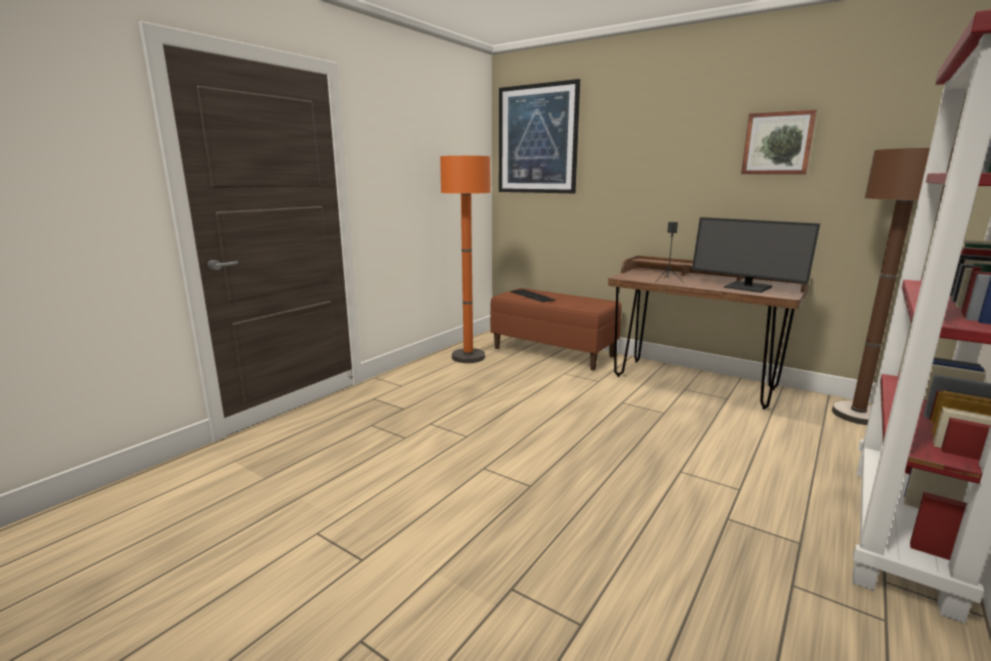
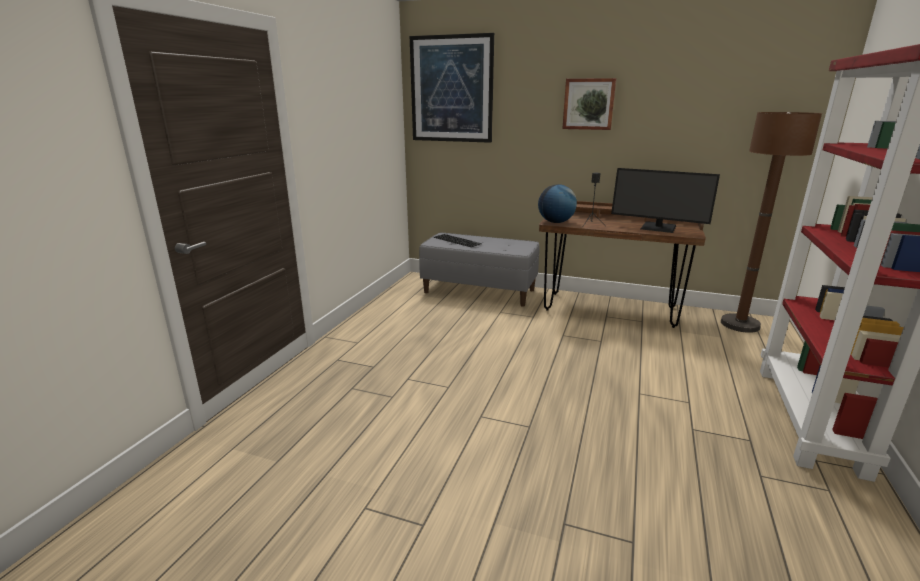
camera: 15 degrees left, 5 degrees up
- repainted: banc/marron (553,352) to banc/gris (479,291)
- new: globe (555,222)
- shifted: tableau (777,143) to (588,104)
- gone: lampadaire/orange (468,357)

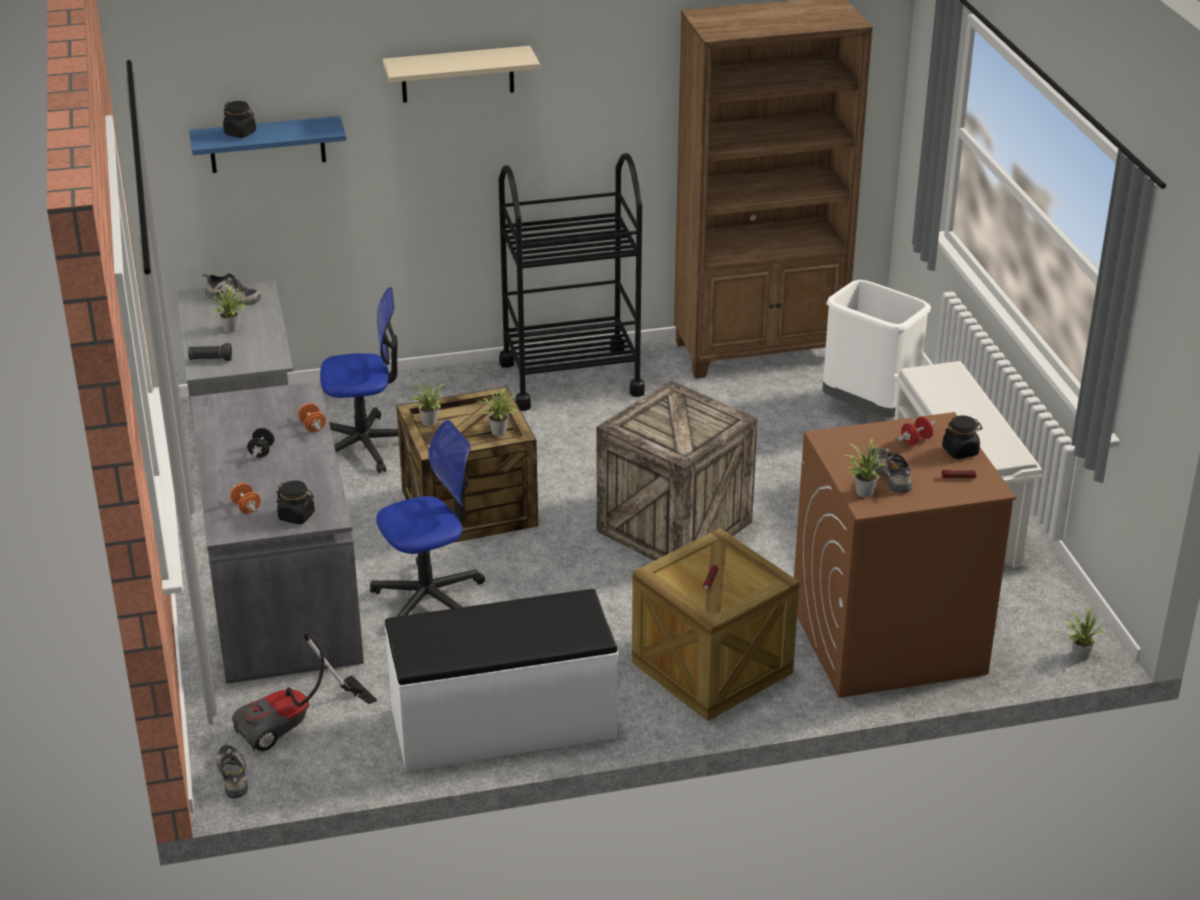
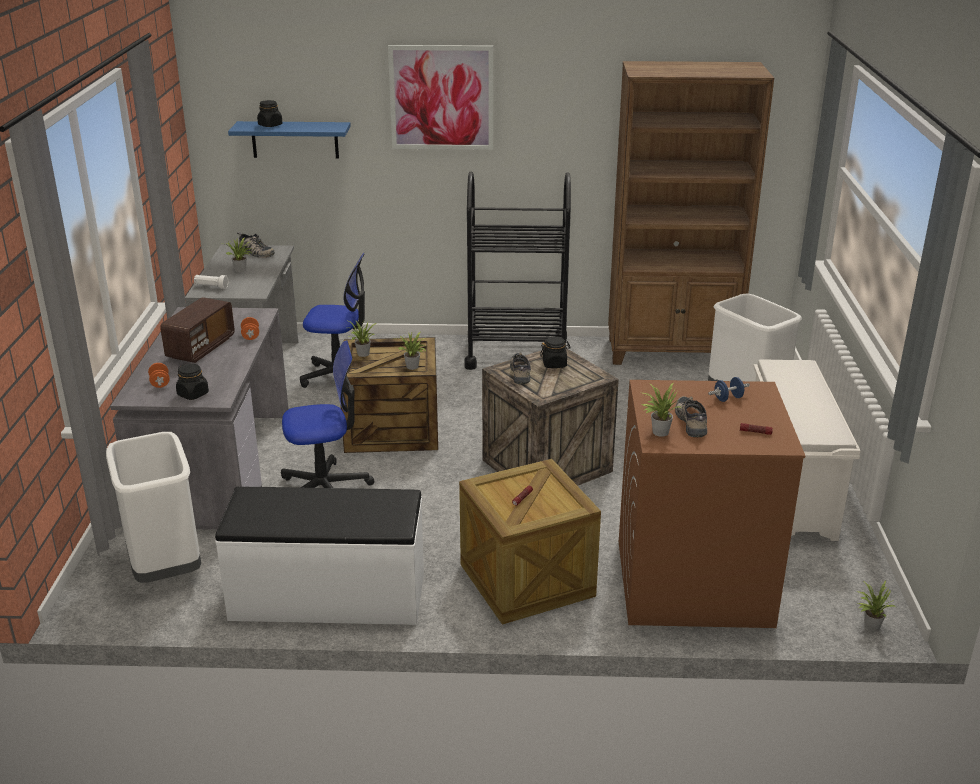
camera: 15 degrees right, 5 degrees down
- swapped: aspirateur (296,725) to poubelle/blanc (165,568)
- swapped: haltère/noir (262,452) to radio (200,348)
- repainted: lampe de poche/noir (210,360) to lampe de poche/blanc (211,287)
- swapped: étagère/beige (457,74) to tableau (441,97)
- shifted: chaussure (234,775) to (521,372)
- shifted: bocal/noir (960,451) to (554,364)
- repainted: haltère/rouge (916,440) to haltère/bleu (728,398)

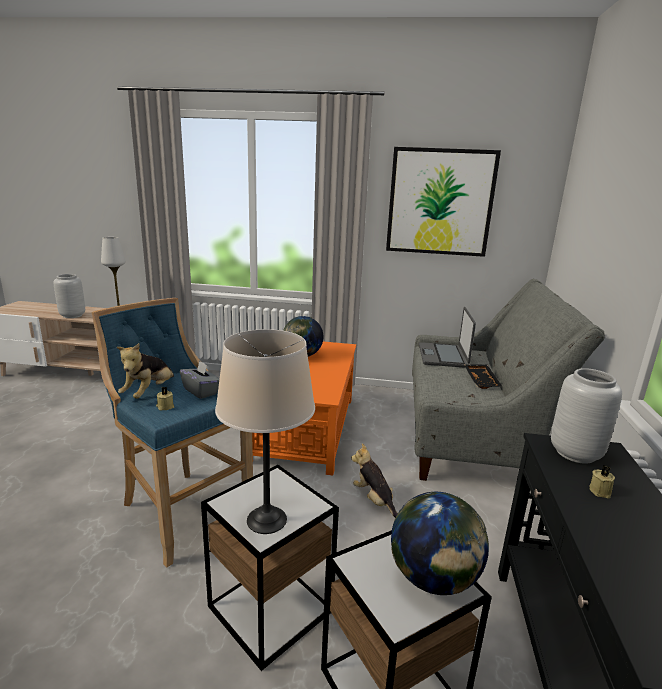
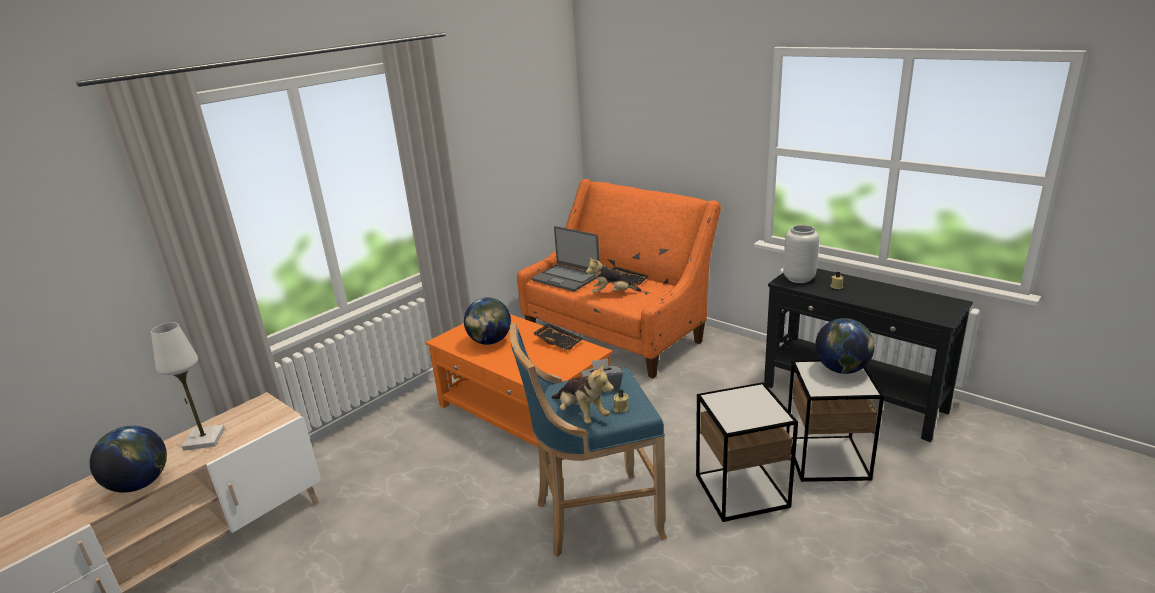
camera: 55 degrees left, 5 degrees up
- swapped: vase/gris (73,315) to globe (140,484)
- repainted: canapé/gris (472,436) to canapé/orange (618,333)
- new: plateau/noir (558,341)
- shifted: peluche (374,500) to (612,293)
- gone: lampe de table/beige (267,519)
- gone: tableau (440,202)

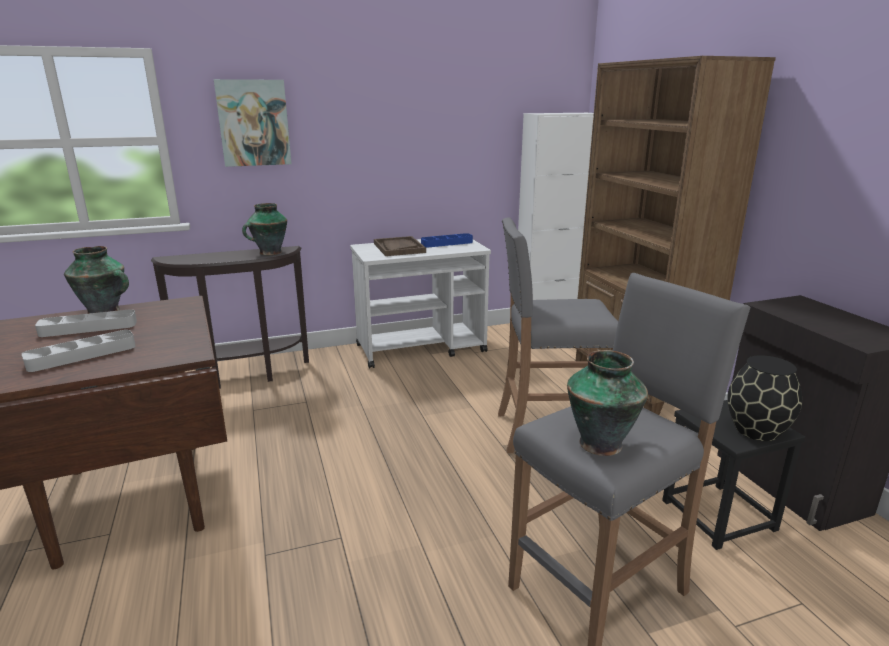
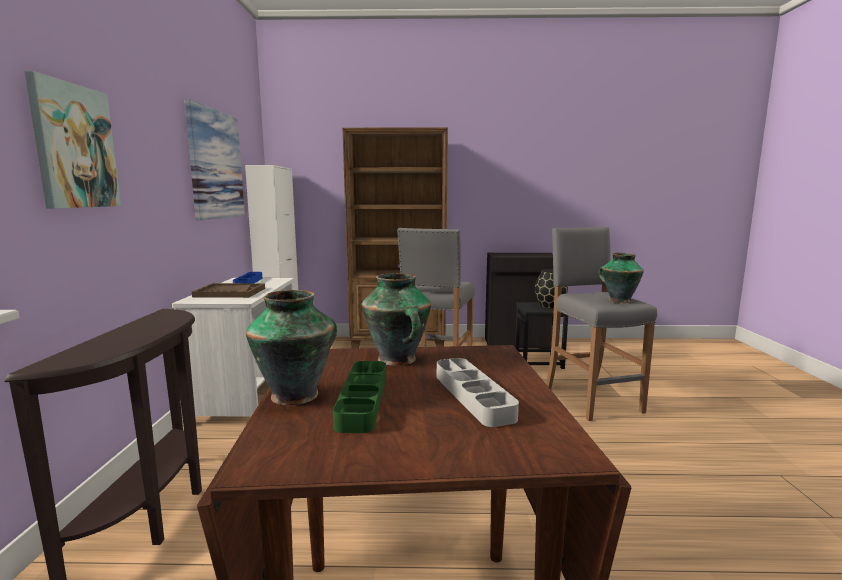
camera: 70 degrees left, 10 degrees down
- new: tableau (216,165)
- repainted: plateau/gris (88,328) to plateau/vert (363,400)
- shifted: vase (269,253) to (398,360)

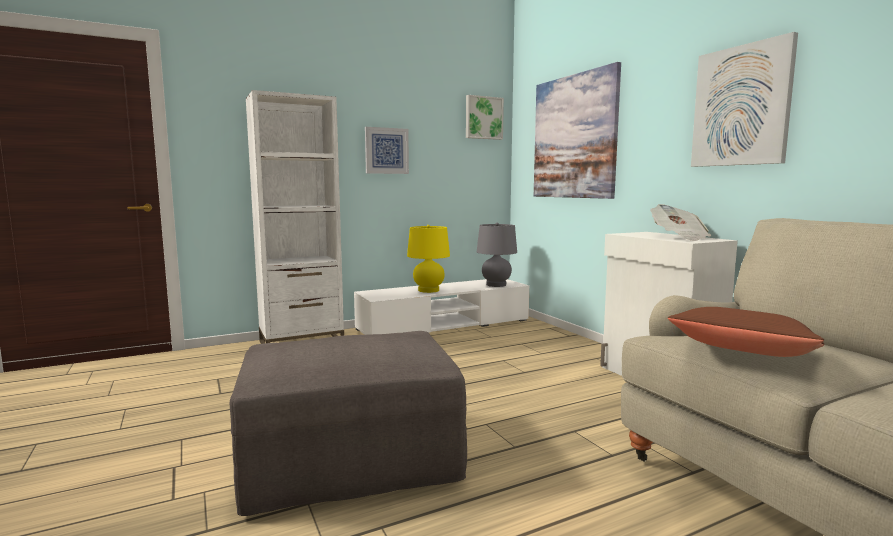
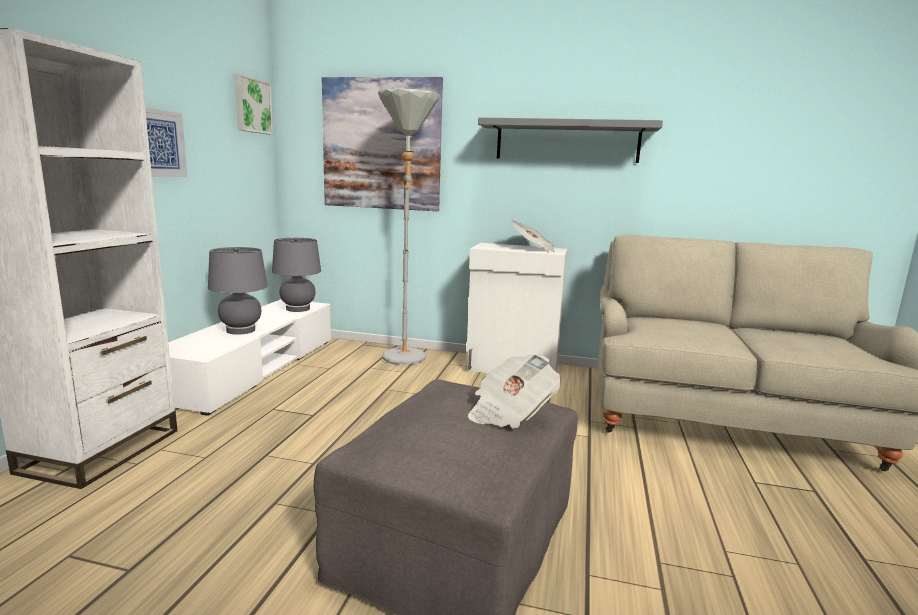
camera: 50 degrees left, 5 degrees up
- repainted: lampe de table/jaune (428,290) to lampe de table/gris (241,330)
- new: lampadaire/gris (405,361)
- new: journal (510,413)
- swapped: tableau (741,106) to étagère/gris (567,142)
- gone: coussin/marron (745,356)

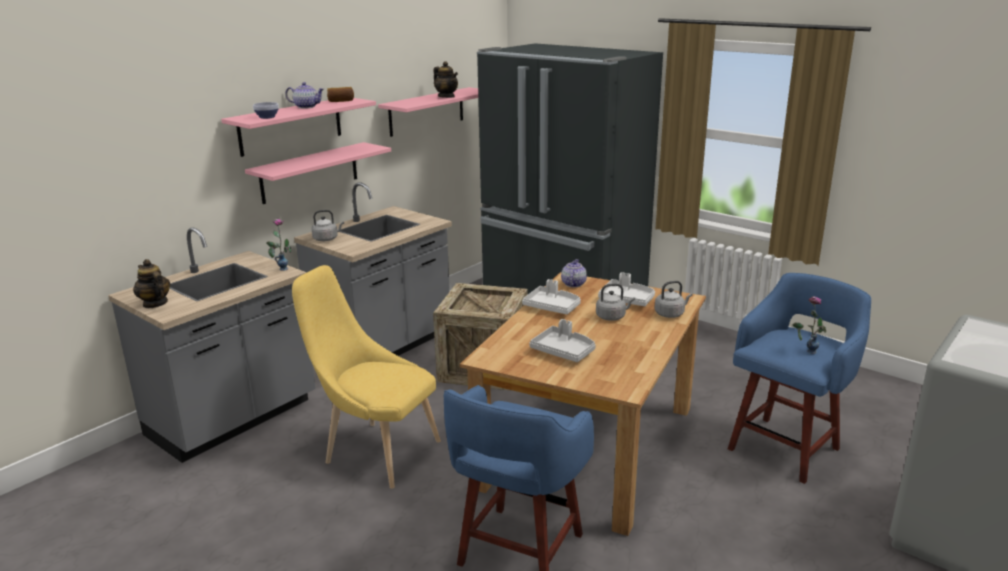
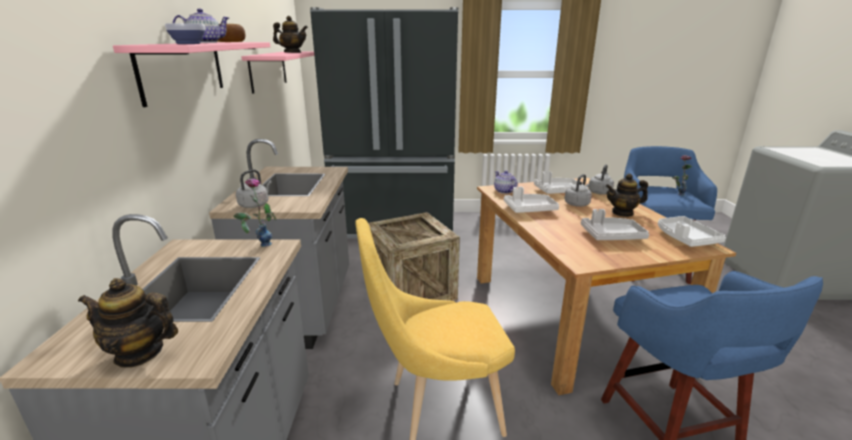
camera: 40 degrees left, 0 degrees up
- new: théière (622,213)
- new: plateau/blanc (685,238)
- gone: étagère/rose (309,173)

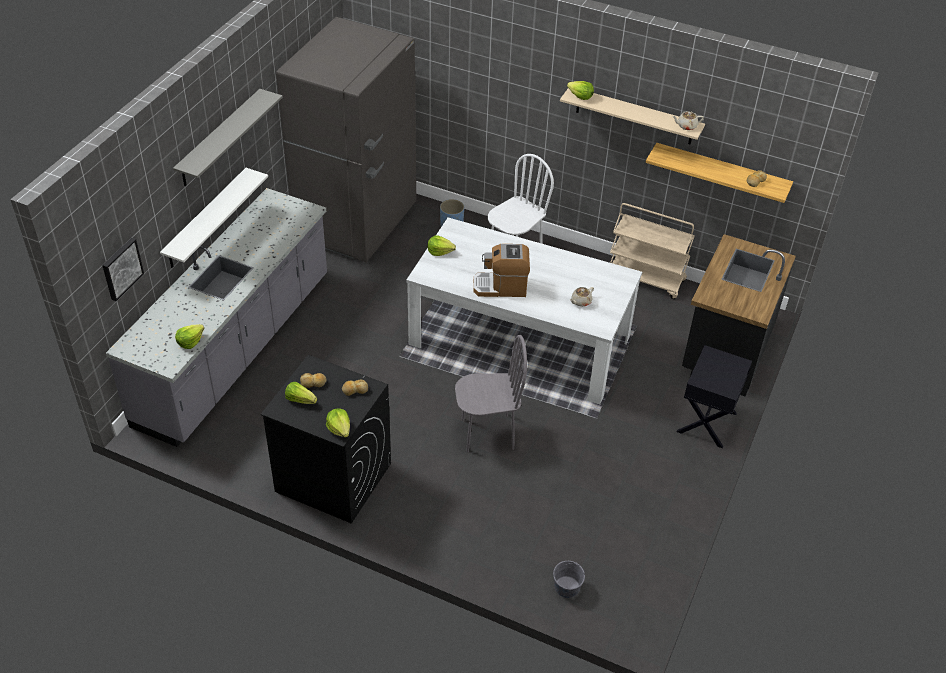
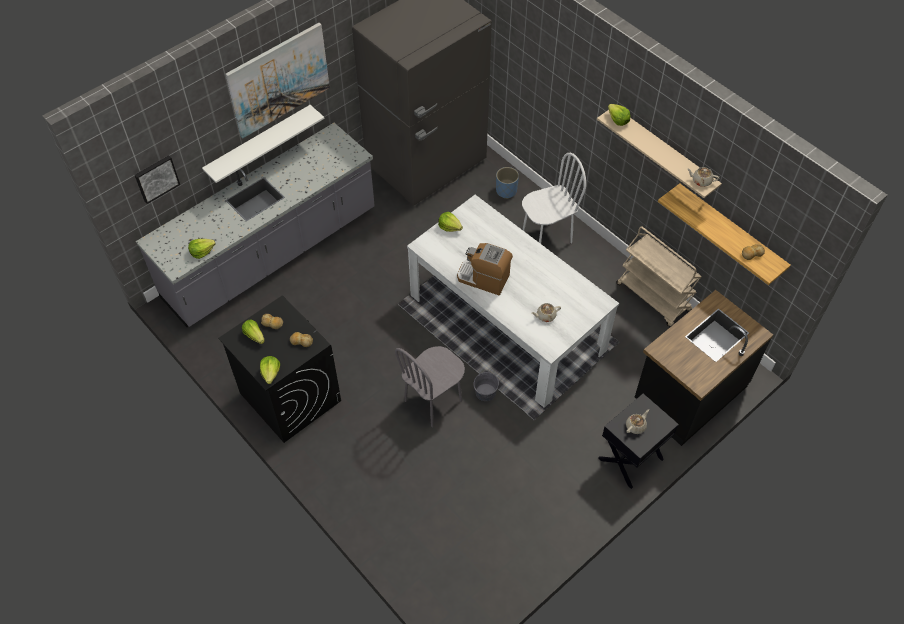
camera: 25 degrees right, 10 degrees up
- swapped: étagère/gris (220,138) to tableau (279,80)
- rotated: chaise/gris (487,433) = (433,401) 120 degrees clockwise
- shifted: seau/gris (566,587) to (485,392)
- new: théière/beige (636,426)

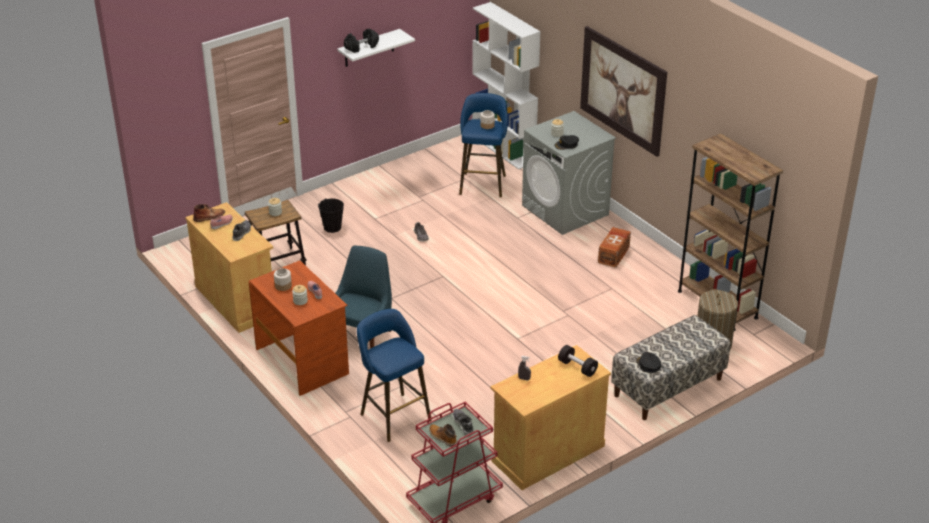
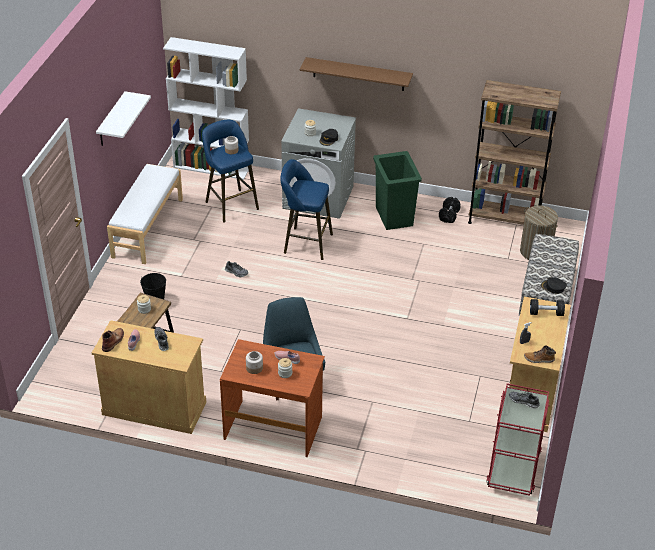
camera: 40 degrees left, 5 degrees up
- new: banc/blanc (147,228)
- shifted: tabouret/bleu (393,415) to (305,243)
- swapped: tableau (623,90) to étagère/marron (358,74)
- swapped: boîte de rangement/marron (614,254) to poubelle/vert (394,216)
- shifted: haltère/noir (361,47) to (449,215)
- shifted: botte (442,438) to (539,359)

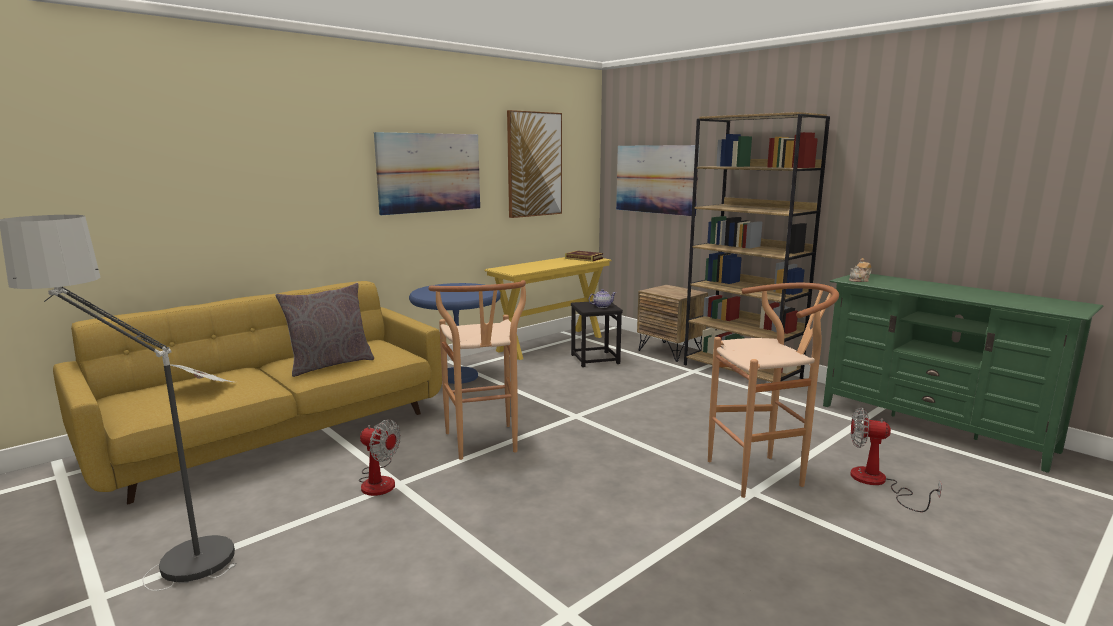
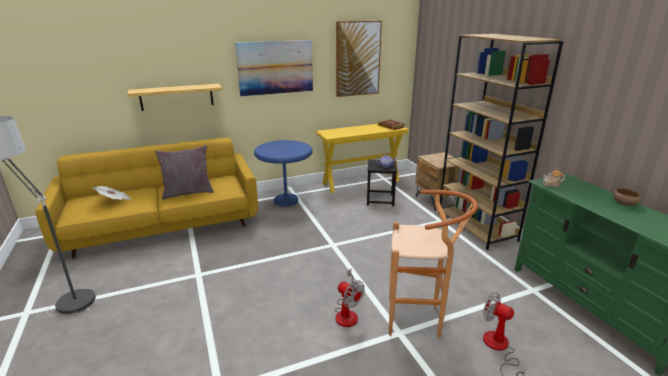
camera: 20 degrees right, 10 degrees up
- new: étagère (177,97)
- shifted: ventilateur (378,480) to (347,313)
- new: bol/marron (624,204)
- gone: tabouret/marron (484,445)
- gone: tableau (656,179)

